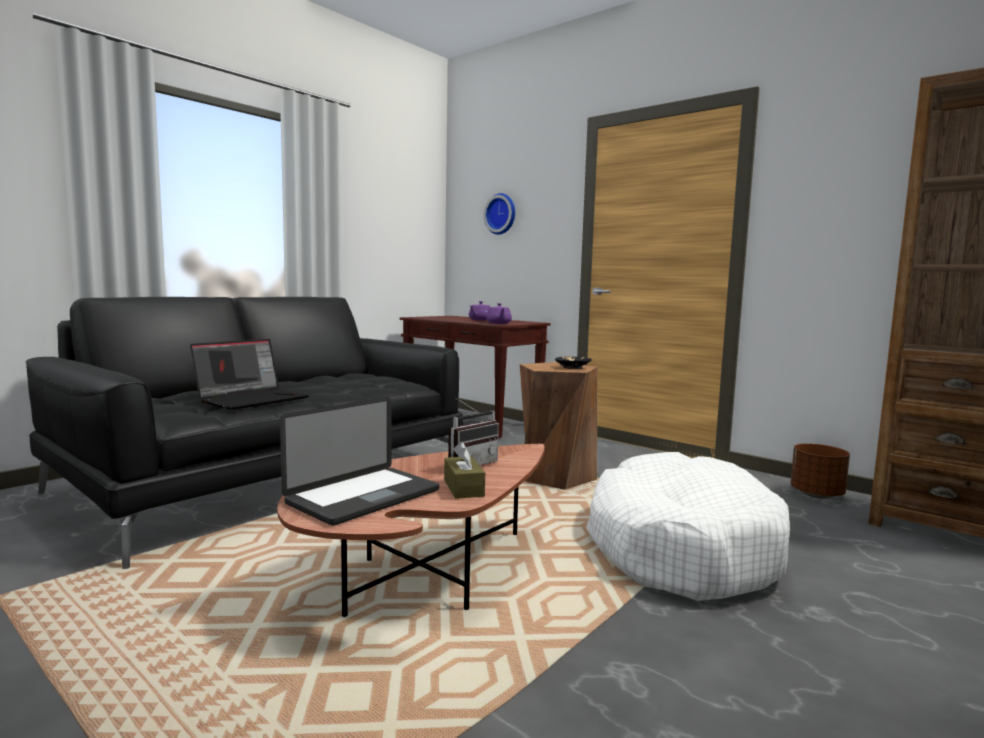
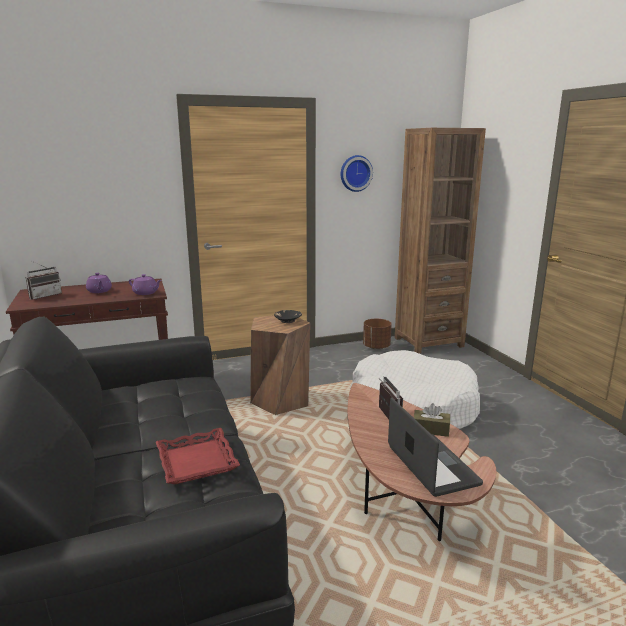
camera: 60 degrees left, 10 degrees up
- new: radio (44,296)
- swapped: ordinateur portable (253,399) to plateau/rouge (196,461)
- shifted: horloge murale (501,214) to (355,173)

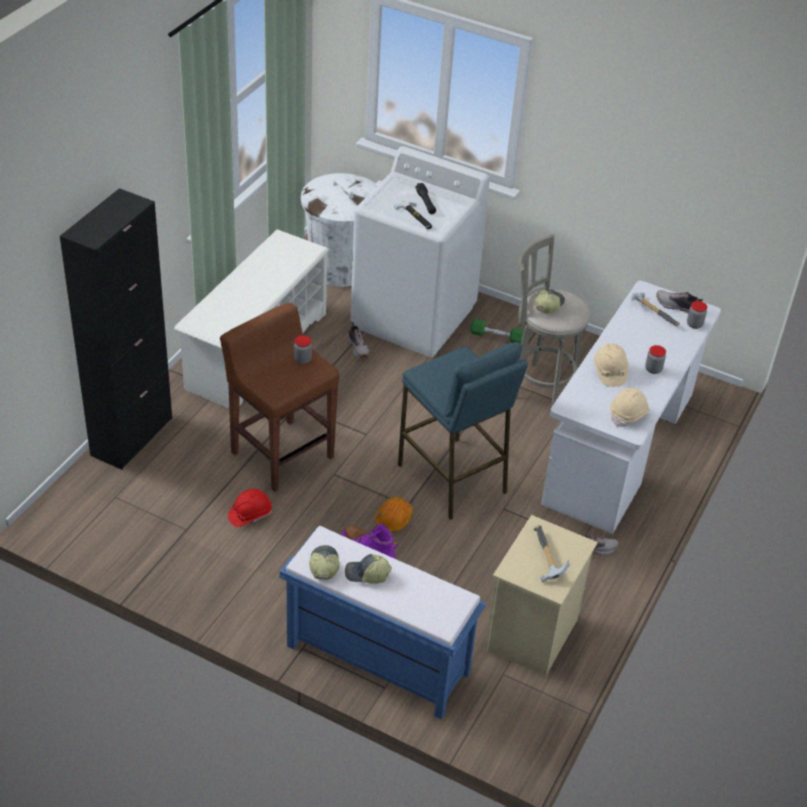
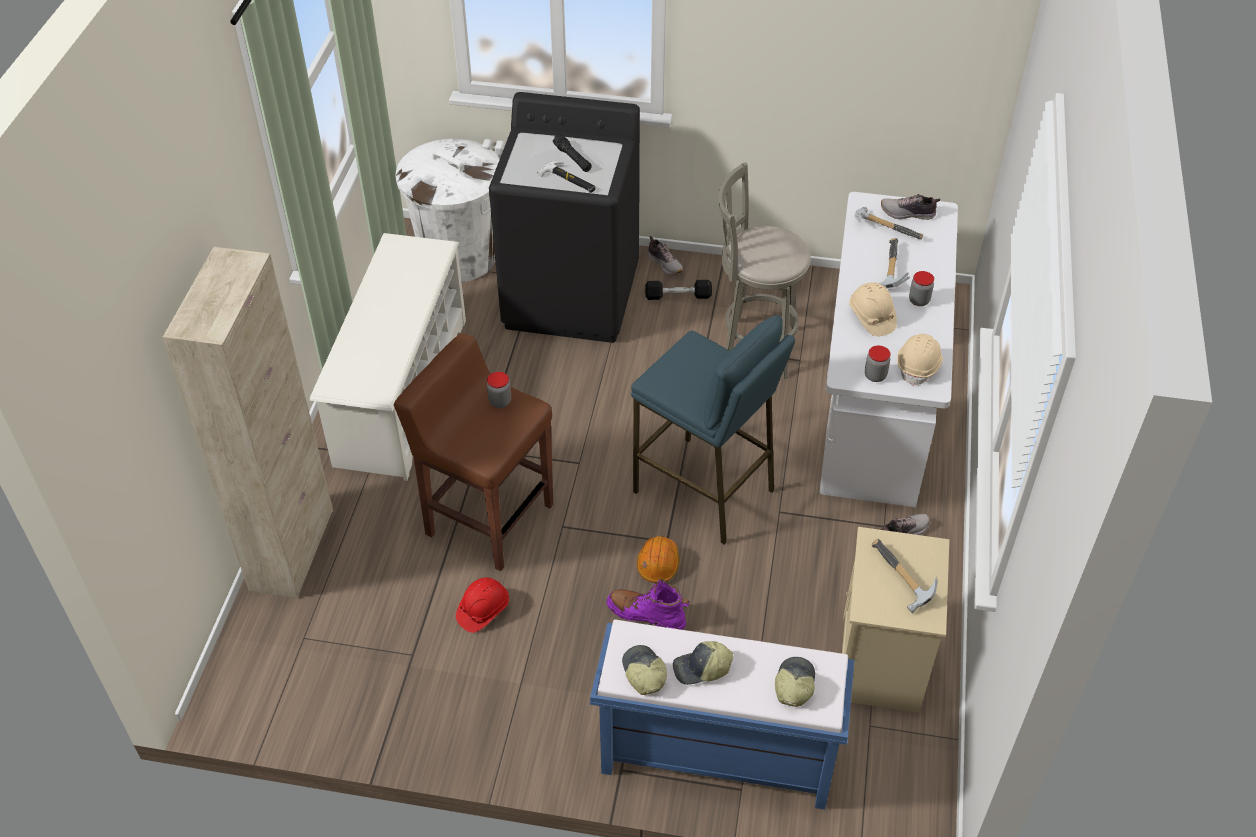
camera: 15 degrees left, 5 degrees up
- repainted: meuble de rangement/noir (132,437) to meuble de rangement/beige (292,549)
- repainted: lave-linge/blanc (414,317) to lave-linge/noir (572,297)
- repainted: haltère/vert (496,336) to haltère/noir (678,296)
- shifted: chaussure (358,347) to (665,264)
- shifted: casquette (548,304) to (793,685)
- shifted: bocal (694,324) to (875,376)
- new: marteau (887,270)

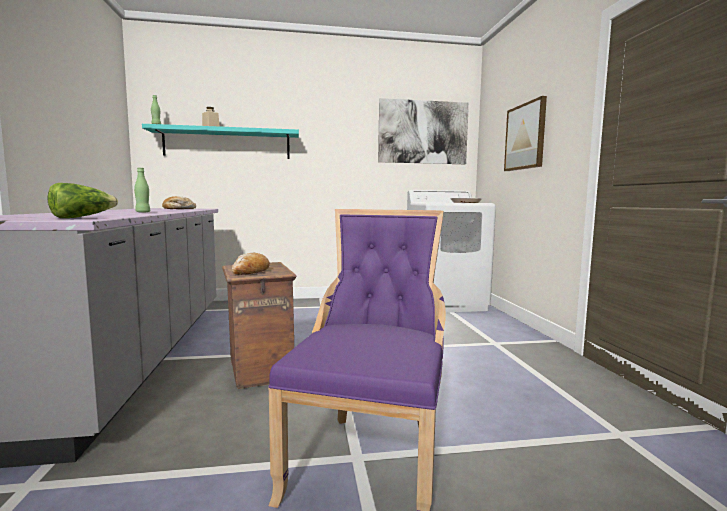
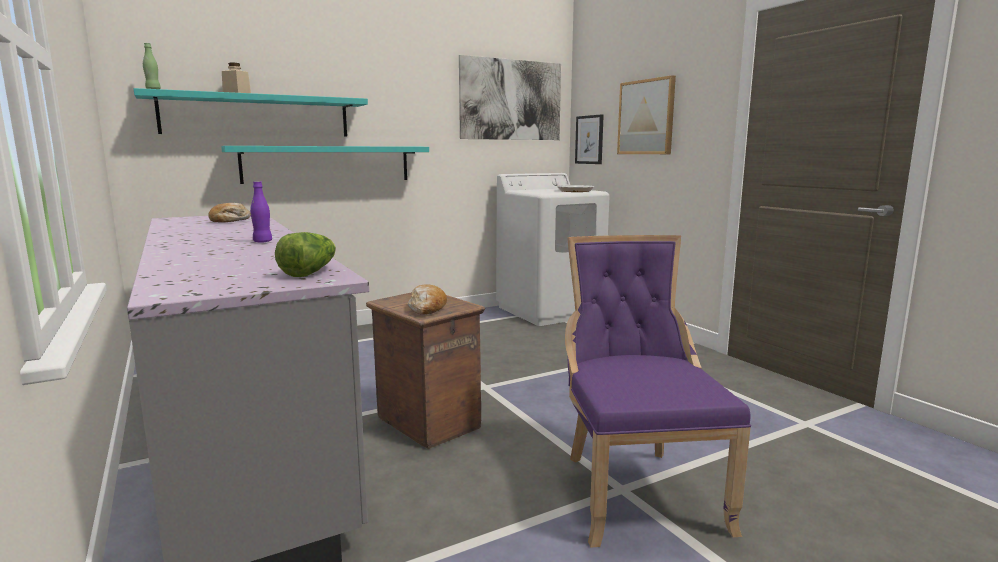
camera: 20 degrees left, 5 degrees up
- new: étagère/turquoise (328,164)
- repainted: bouteille/vert (143,212) to bouteille/violet (262,241)
- new: tableau (589,139)

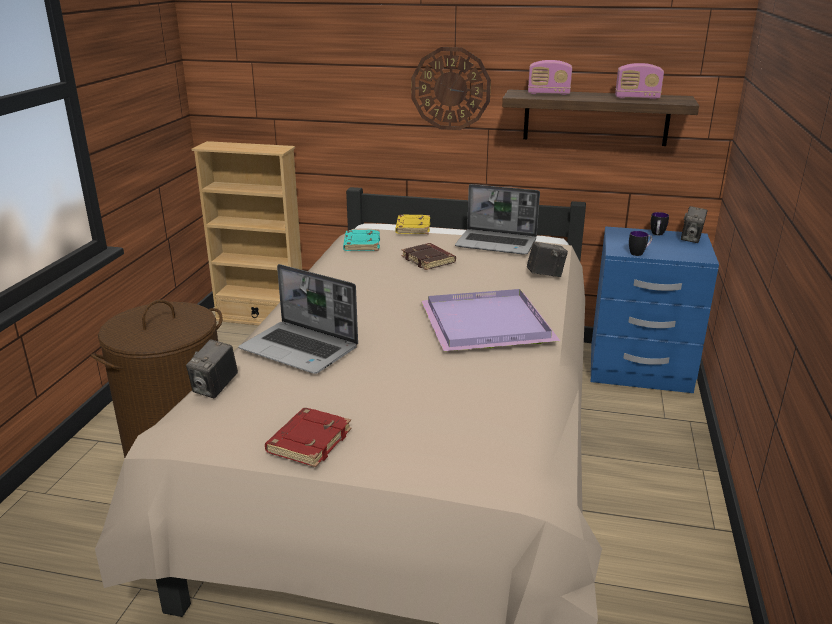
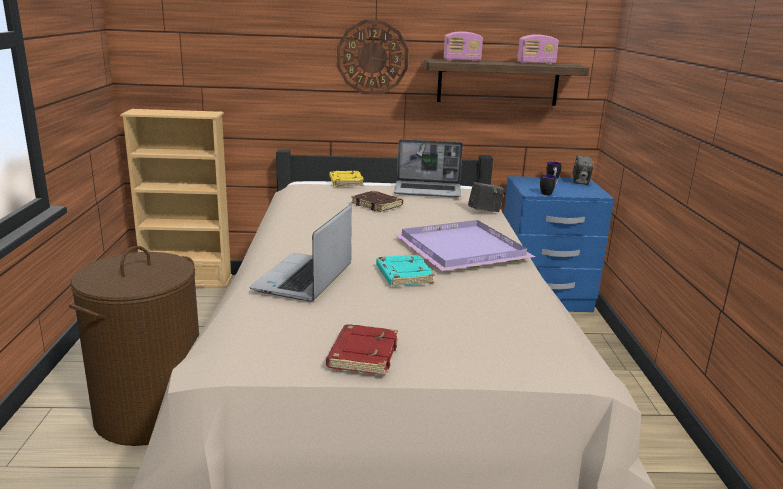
camera: 15 degrees left, 5 degrees down
- rotated: ordinateur portable (301,349) = (304,279) 90 degrees clockwise
- shifted: livre/turquoise (361,244) to (403,275)
- gone: appareil photo (215,388)

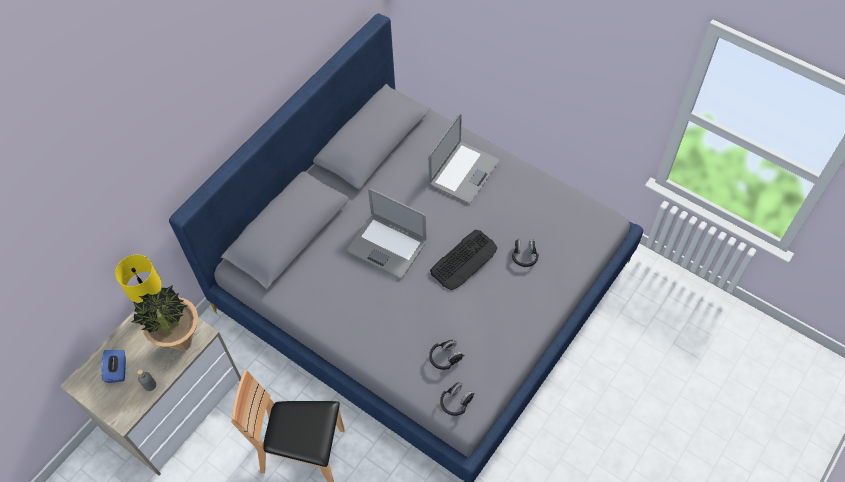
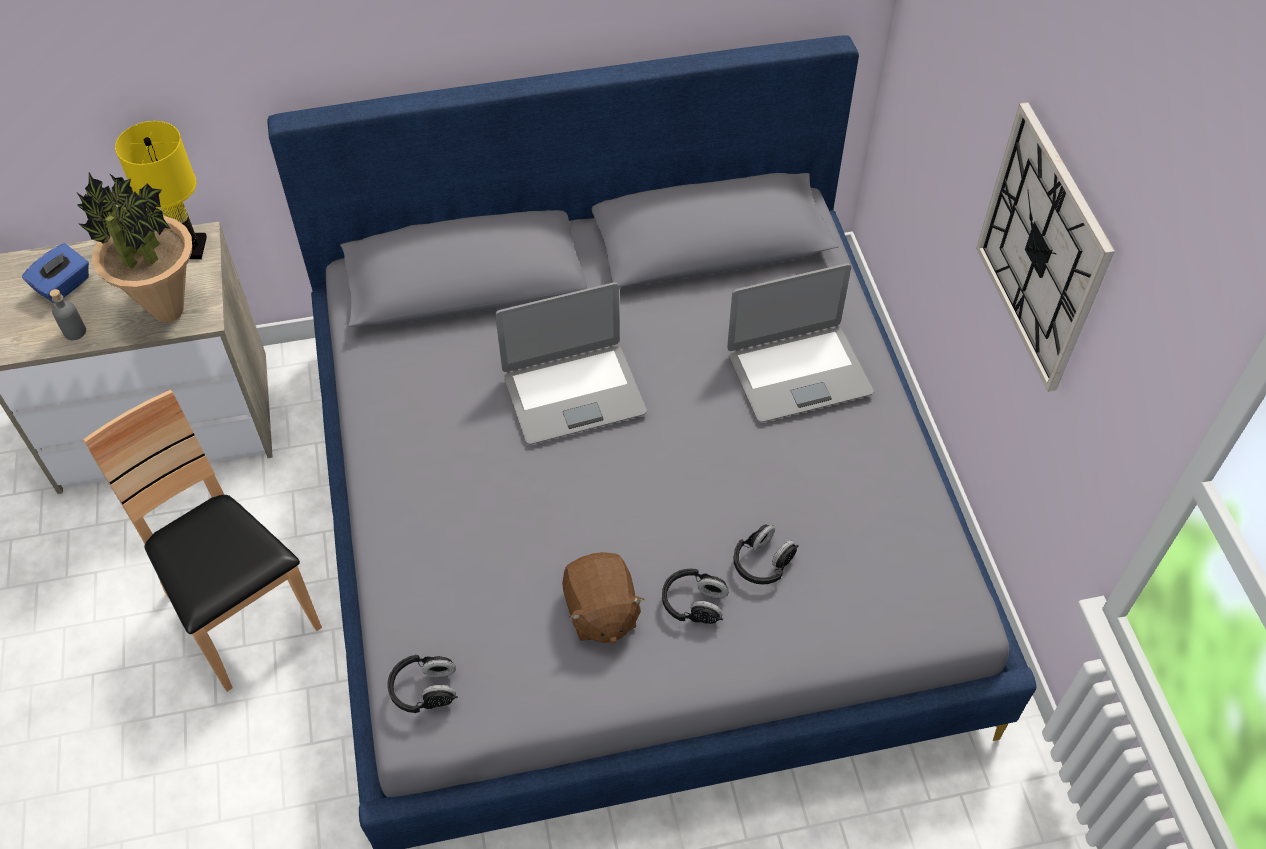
camera: 40 degrees right, 5 degrees down
- rotated: ordinateur portable (387,246) = (573,393) 90 degrees counterclockwise
- new: peluche/marron (600,612)
- shifted: casque audio/noir (445,358) to (694,604)
- new: horloge murale (1042,248)
- gone: clavier (464,260)

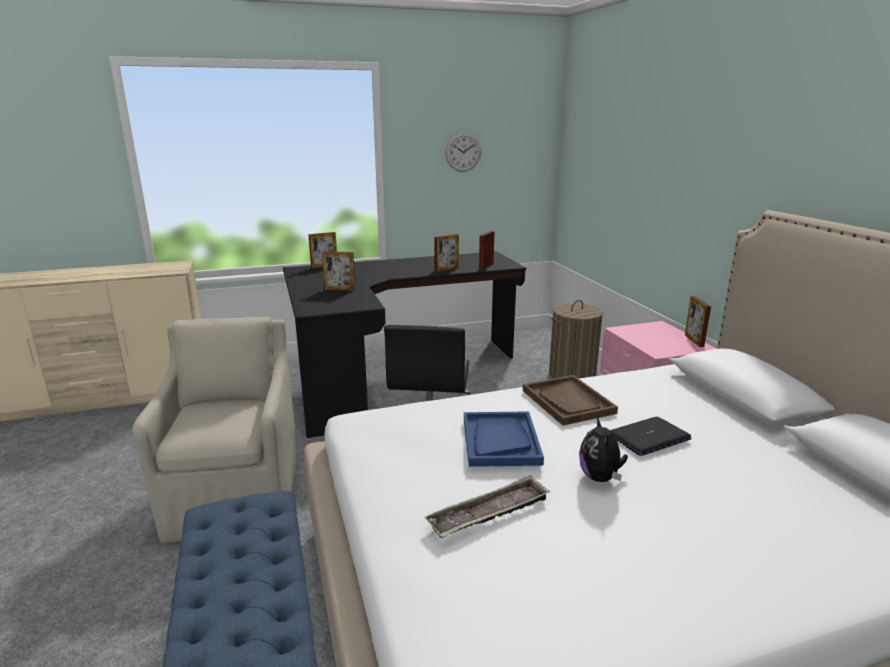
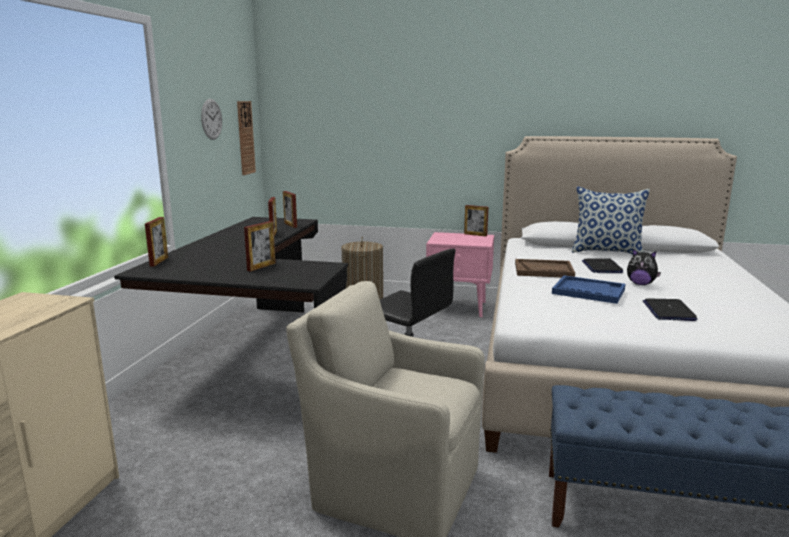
camera: 60 degrees left, 5 degrees down
- new: horloge murale (245,138)
- new: coussin (607,252)
- swapped: plateau (489,513) to ordinateur portable (668,311)

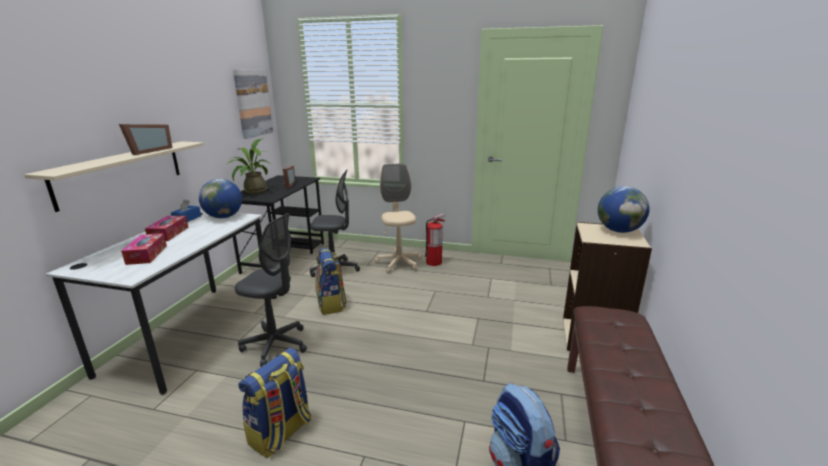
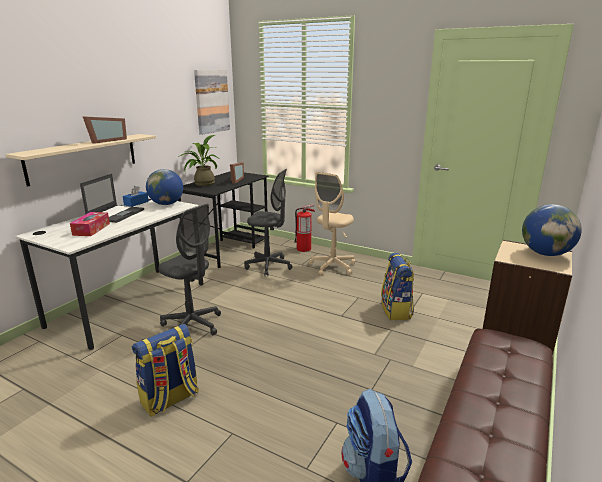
camera: 15 degrees right, 0 degrees up
- swapped: boîte à mouchoirs (169,234) to ordinateur portable (116,214)
- shifted: extincteur (434,262) to (304,249)
- rotated: chaise de bureau/beige (399,263) = (332,267) 150 degrees counterclockwise
- shifted: sac à dos (331,304) to (396,311)

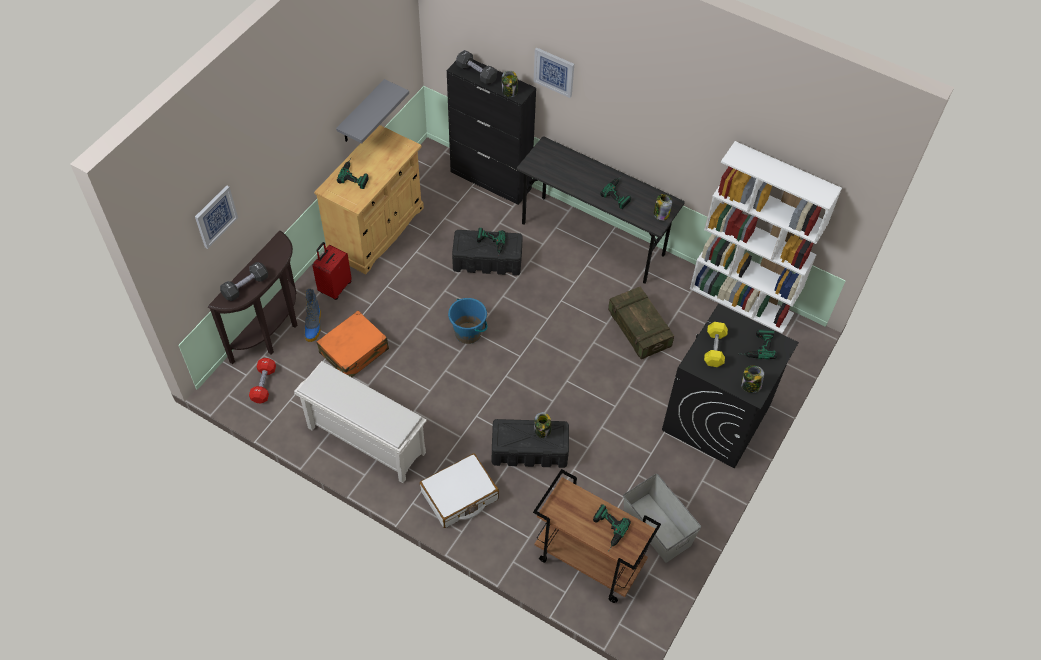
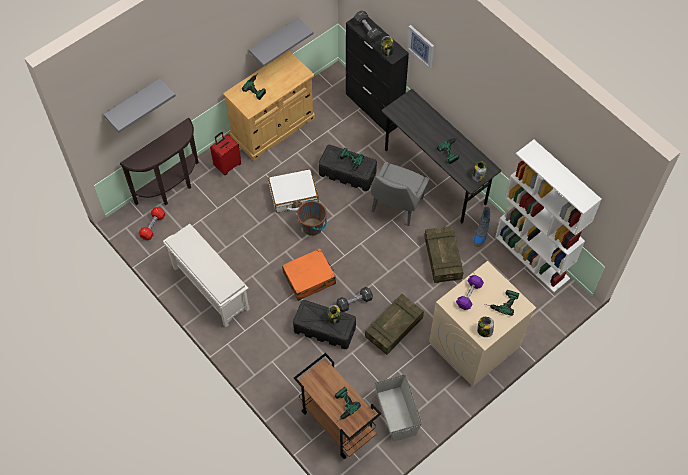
camera: 20 degrees right, 5 degrees up
- swapped: tableau (215,216) to étagère/gris (134,103)
- shifted: valise/blanc (459,496) to (293,195)
- shifted: valise/orange (354,351) to (309,278)
- repainted: seau/bleu (468,333) to seau/marron (312,227)
- shifted: haltère/noir (245,286) to (354,302)
- new: caisse (393,328)
- new: chaise/gris (396,206)
- repainted: lave-linge/noir (716,418) to lave-linge/beige (474,344)
- repainted: haltère/jaune (714,349) to haltère/violet (469,295)
- shifted: botte (313,325) to (481,234)

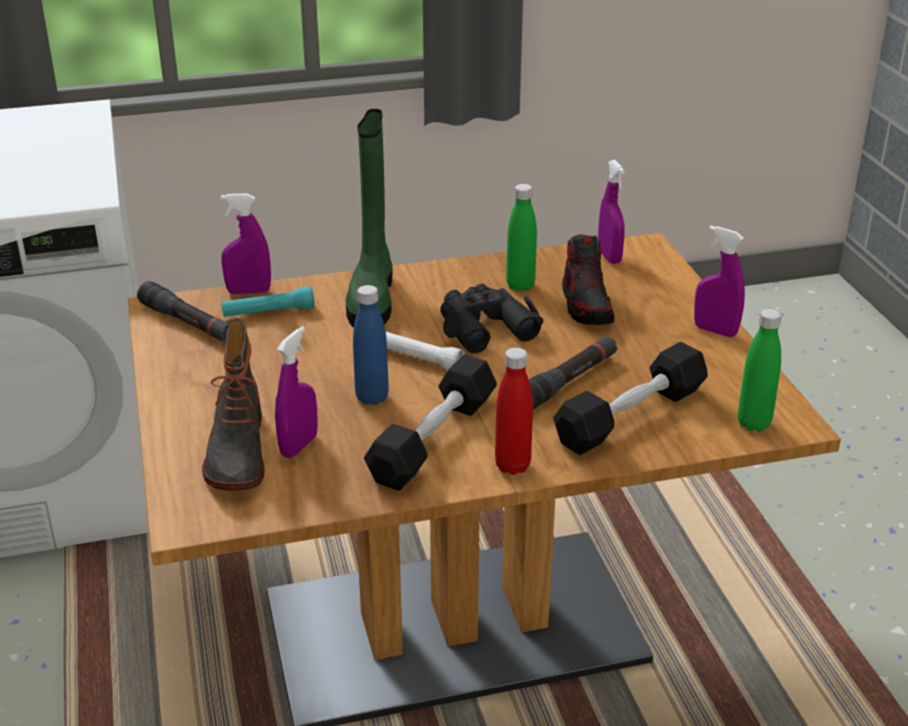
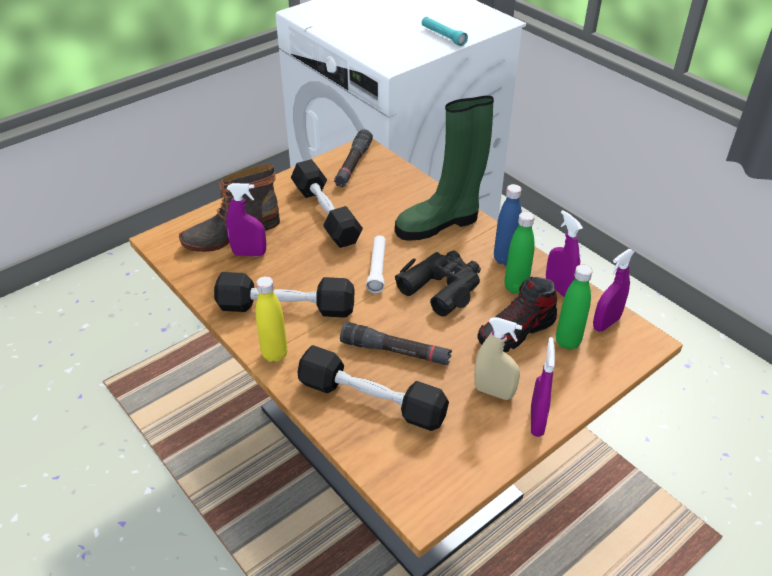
camera: 65 degrees right, 10 degrees up
- repainted: bouteille/rouge (512,466) to bouteille/jaune (274,354)
- new: haltère/noir (326,214)
- shifted: lampe de poche/turquoise (268,312) to (443,36)
- new: vaporisateur/beige (494,392)
- shifted: bouteille/bleu (372,397) to (504,259)
- shifted: vaporisateur/violet (248,291) to (558,288)
- shifted: bouteille/vert (753,423) to (567,342)

